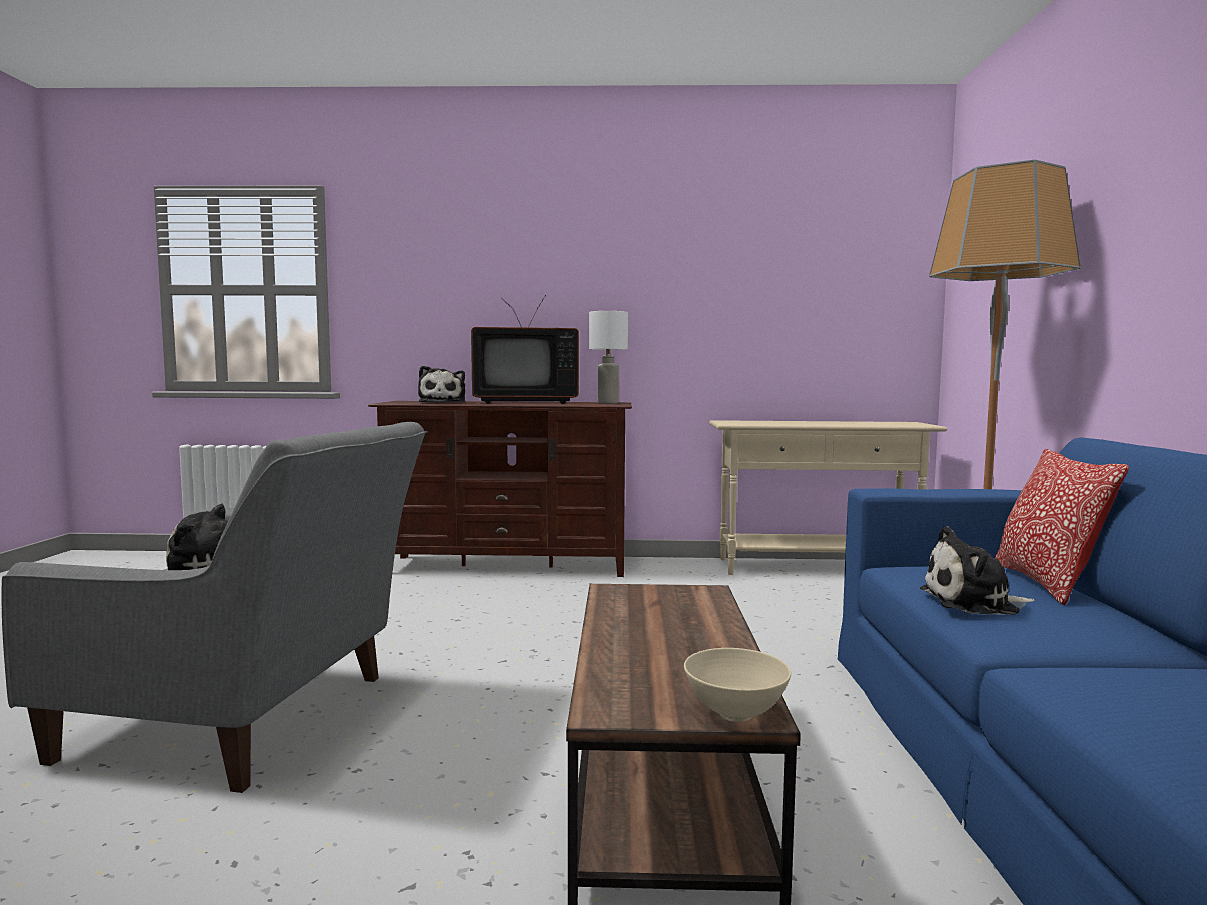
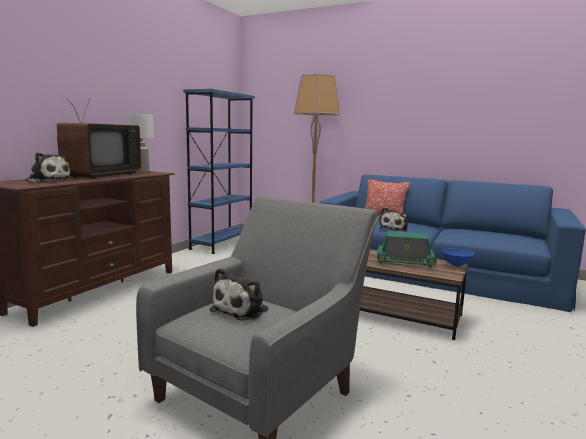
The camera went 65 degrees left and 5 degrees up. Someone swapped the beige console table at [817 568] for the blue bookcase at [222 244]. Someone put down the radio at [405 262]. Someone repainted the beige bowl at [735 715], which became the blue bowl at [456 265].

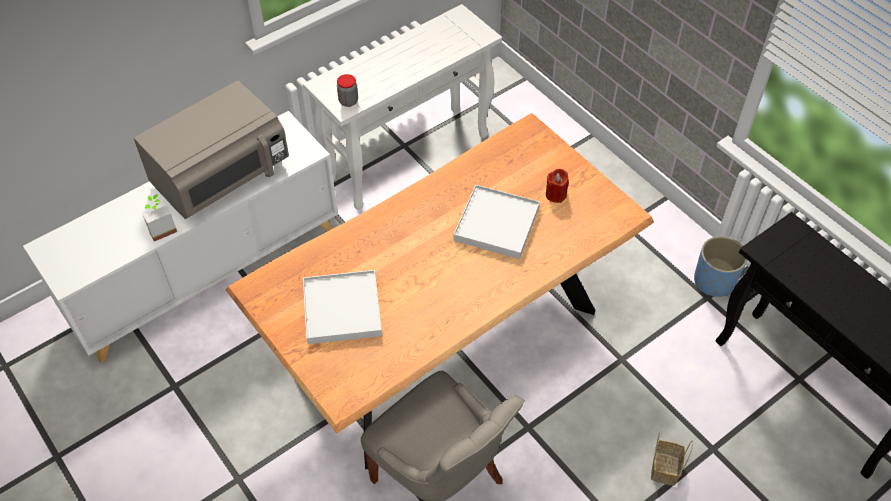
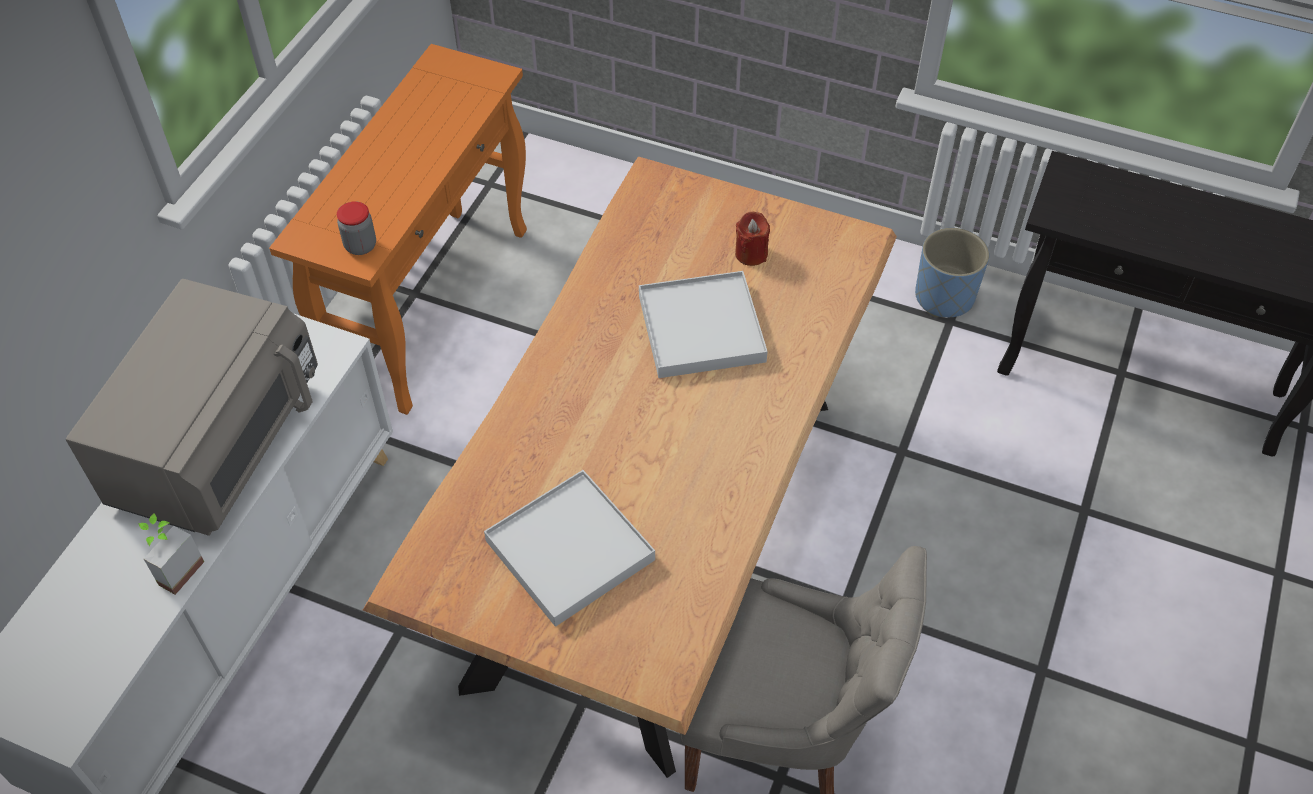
The camera went 30 degrees left and 0 degrees up. Someone repainted the white console table at [409 156], which became the orange console table at [433 305]. Someone took away the basket at [664 467].

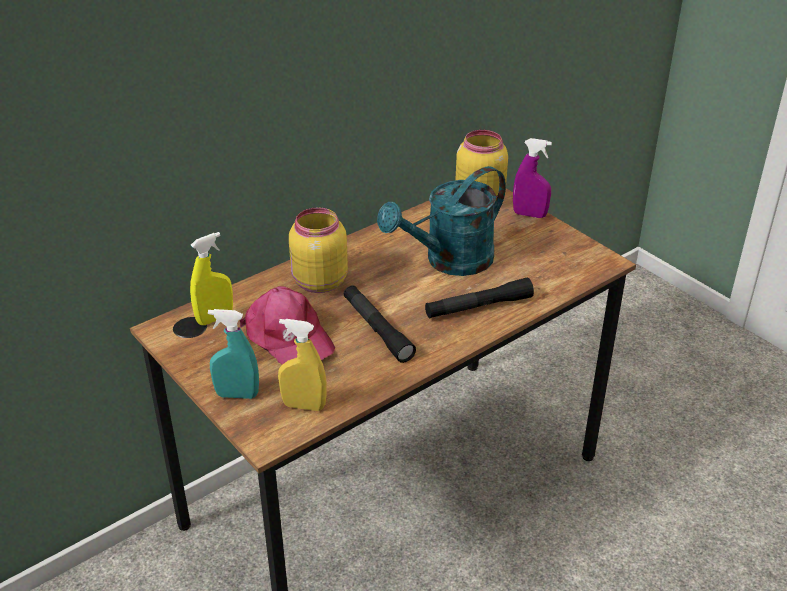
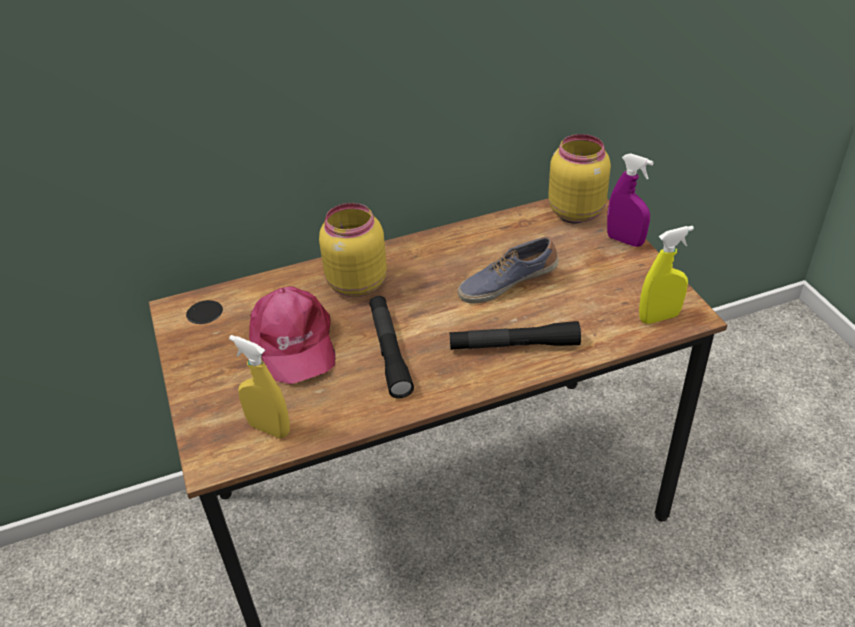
The camera went 20 degrees right and 5 degrees up. Someone swapped the turquoise watering can at [449 262] for the shoe at [507 284]. Someone carried the yellow spray bottle from [215 318] to [659 317]. Someone took away the turquoise spray bottle at [237 395].

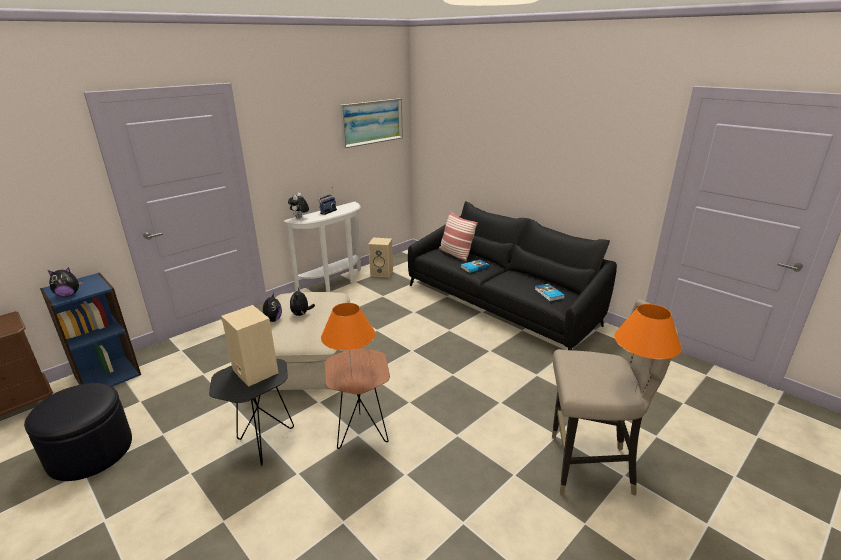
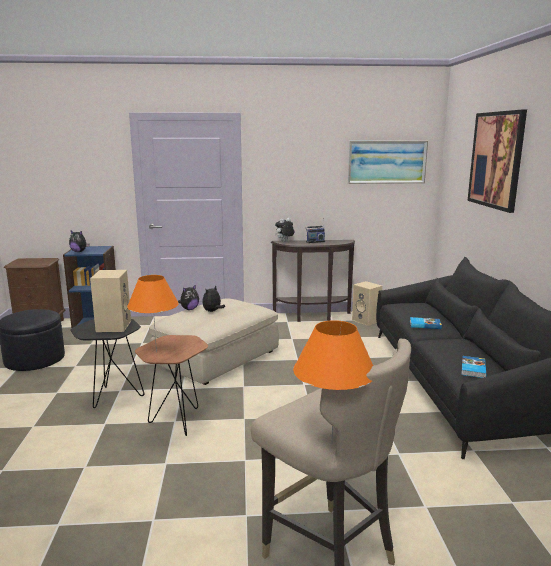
The camera went 40 degrees right and 10 degrees down. Someone repainted the white console table at [335 283], which became the brown console table at [313 317]. Someone put up the picture at [496 160]. Someone took away the pillow at [455 254].

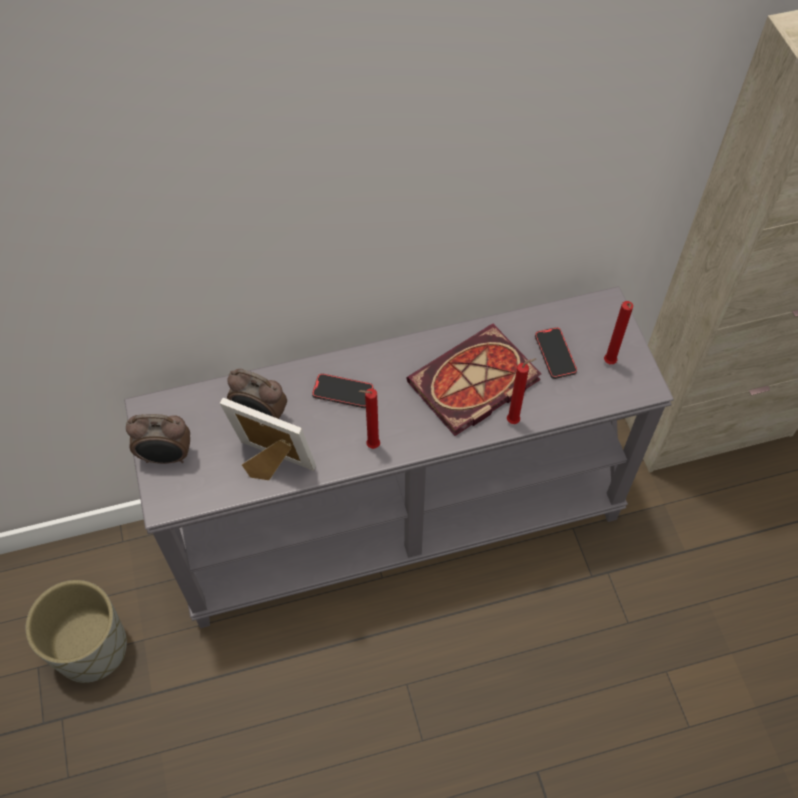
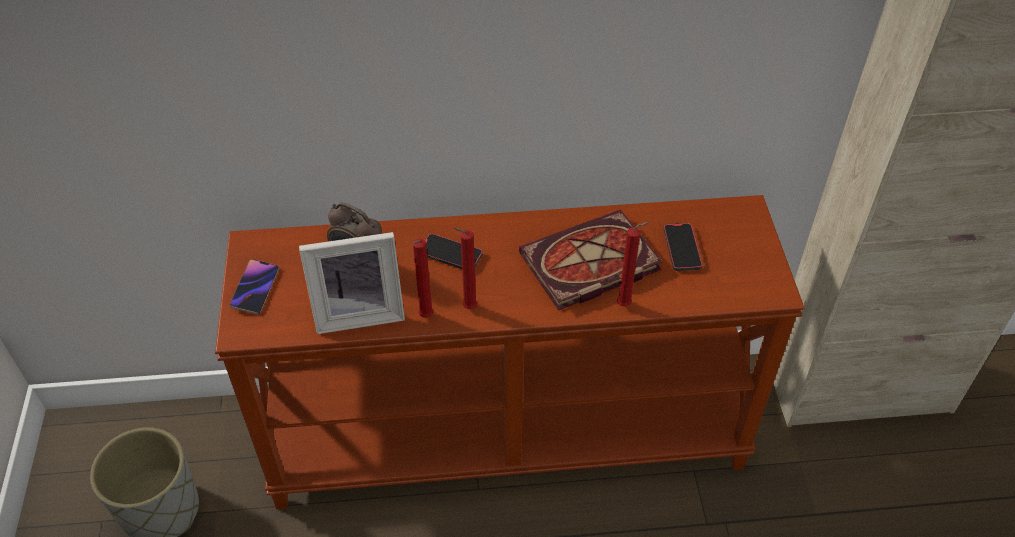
The camera went 10 degrees right and 10 degrees down. Someone repainted the grey console table at [399 518], which became the brown console table at [508 432]. Someone swapped the alarm clock at [166 457] for the phone at [255 289]. Someone rotated the picture frame at [271 466] by 135 degrees clockwise. Someone carried the red candle from [609 363] to [425 317].

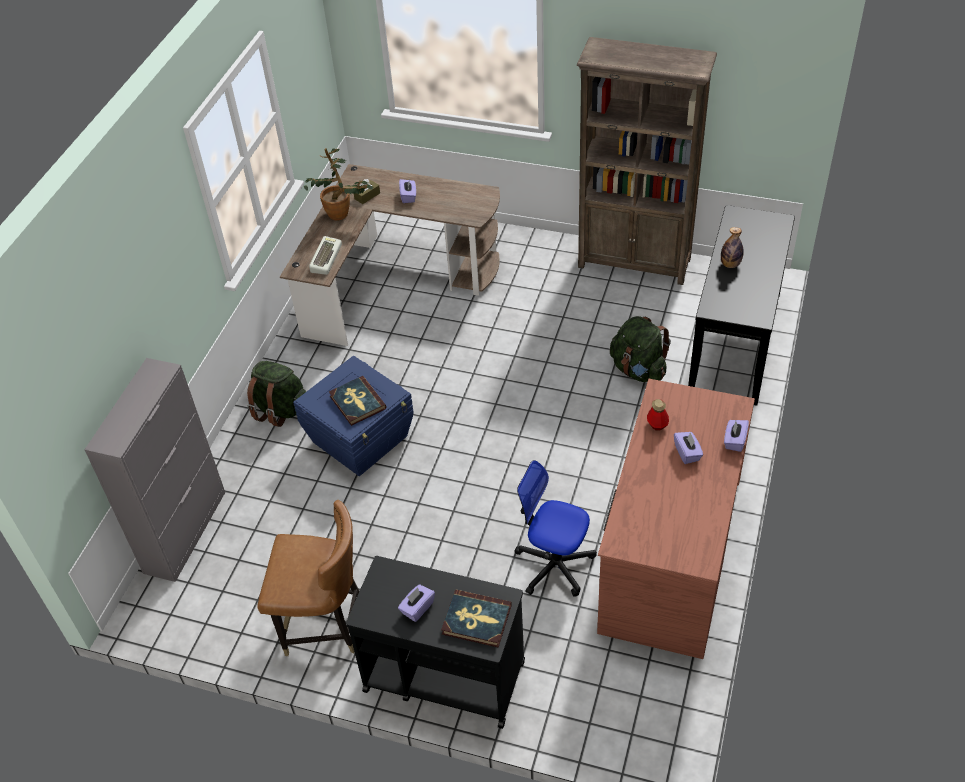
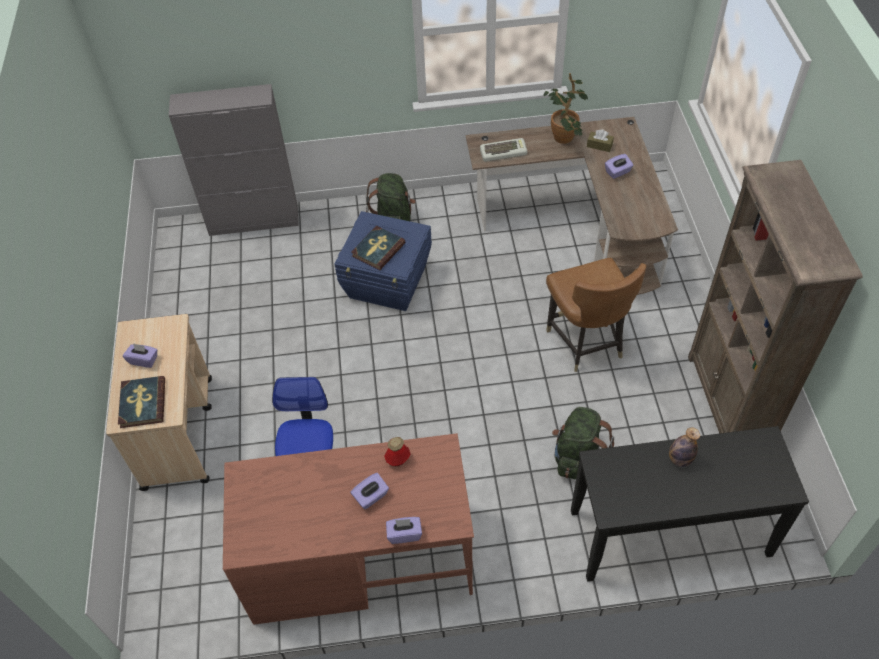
The camera went 65 degrees right and 5 degrees up. Someone repainted the black cart at [443 675], which became the beige cart at [178 431]. Someone carried the brown chair from [325 624] to [586 342].

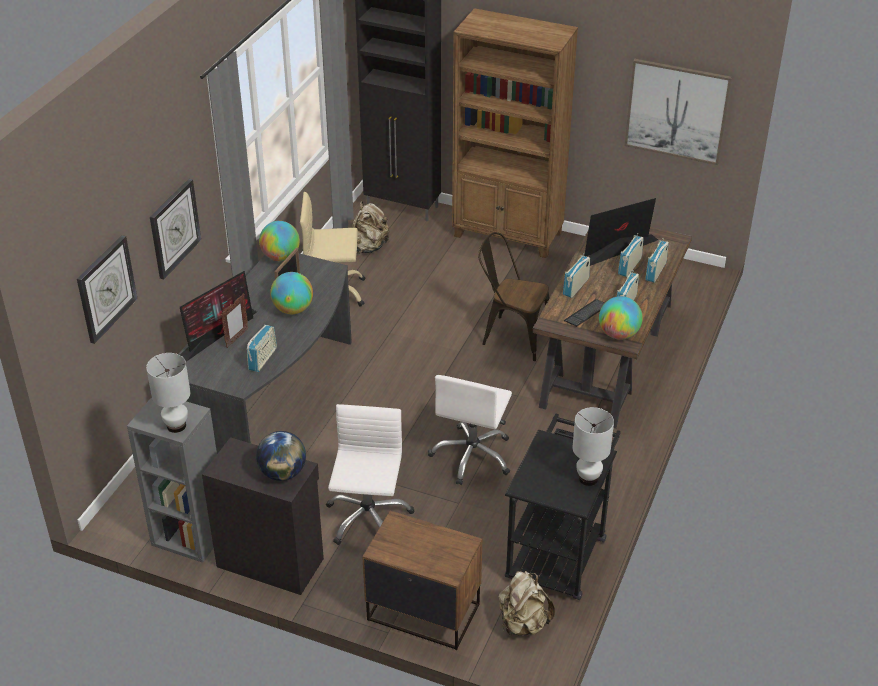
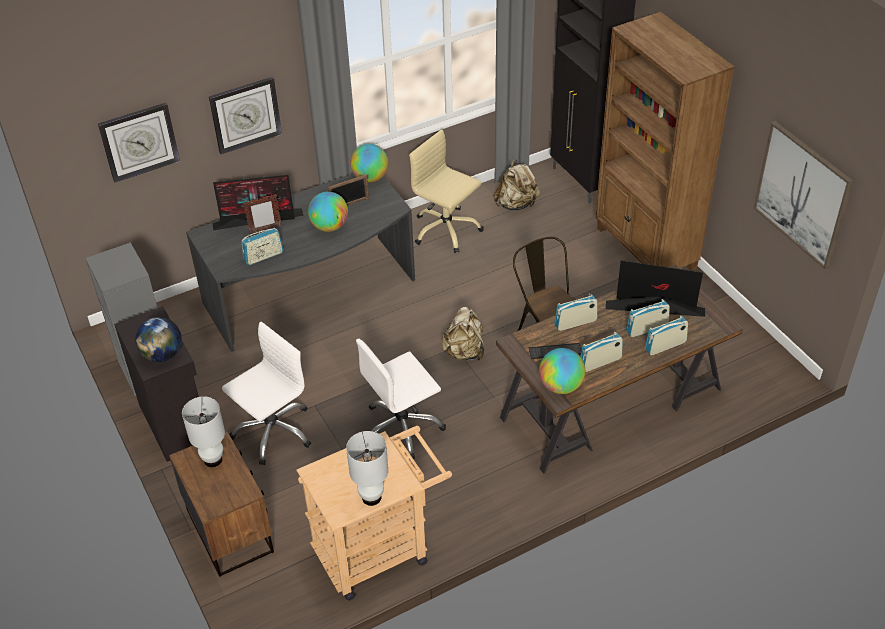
The camera went 40 degrees right and 5 degrees up. Someone carried the white table lamp from [176 426] to [213 460]. Someone repainted the black cart at [559 550], which became the beige cart at [379 549]. Someone carried the beige backpack from [523 623] to [464 352].

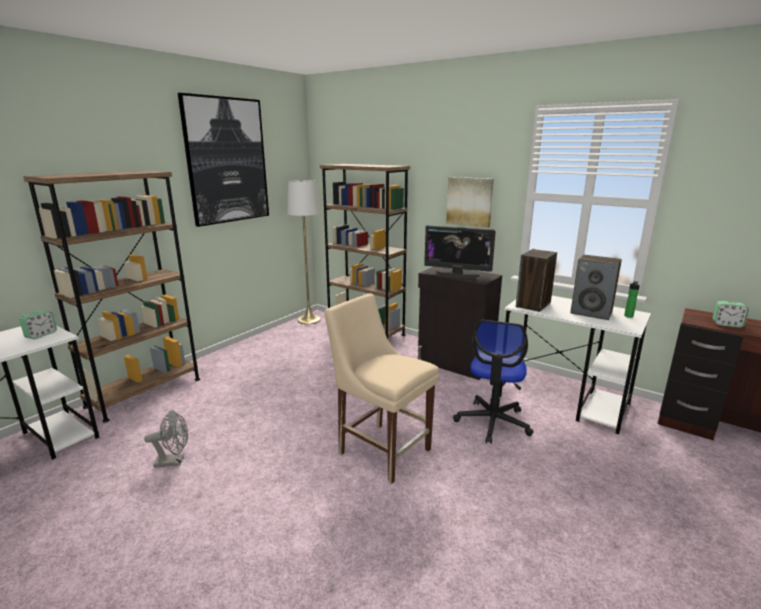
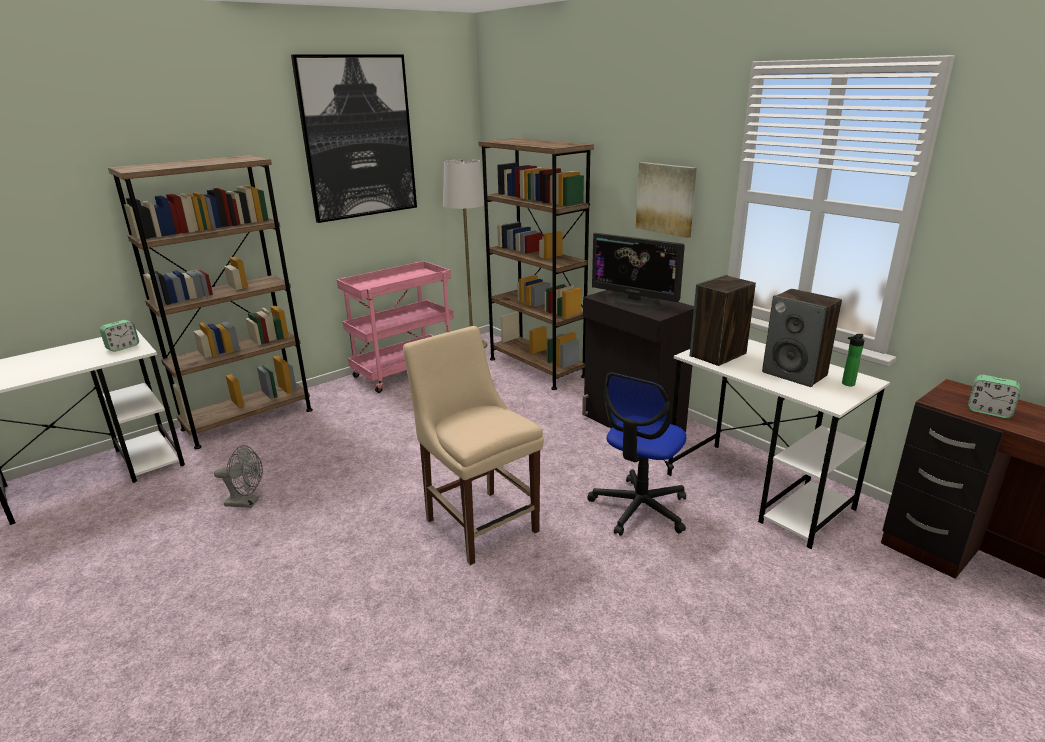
The camera went 15 degrees right and 5 degrees up. Someone put down the pink cart at [404 371].

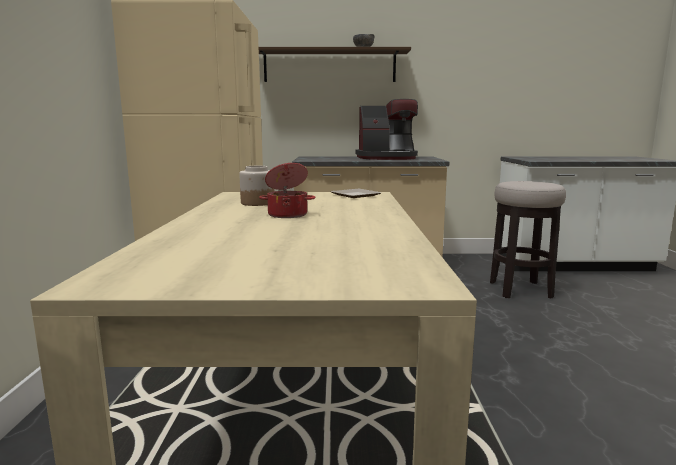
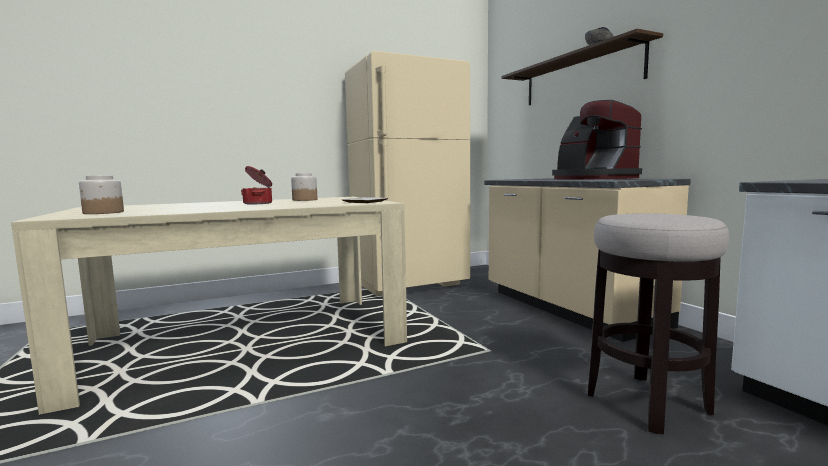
The camera went 65 degrees right and 5 degrees down. Someone put down the jar at [103 212].

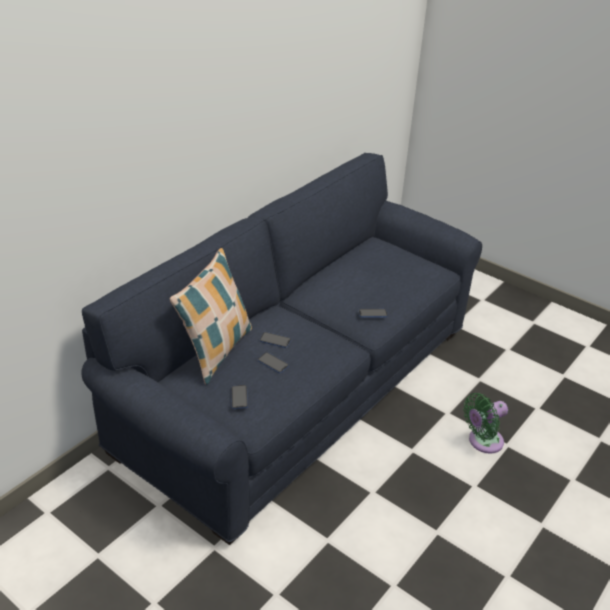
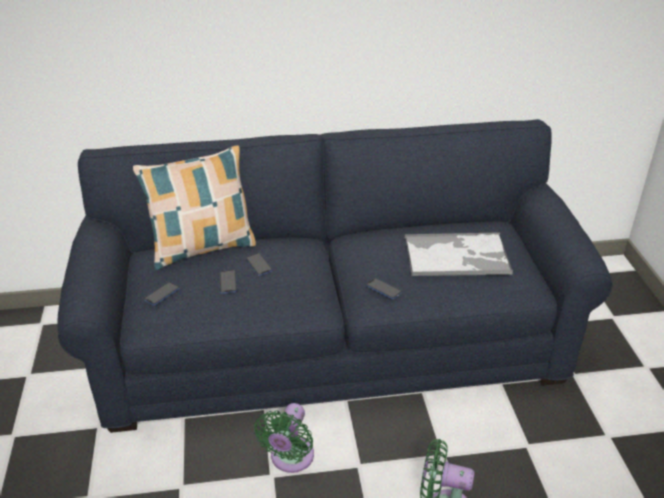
The camera went 45 degrees right and 0 degrees up. Someone put down the green fan at [290 459]. Someone put down the tray at [457 256].

